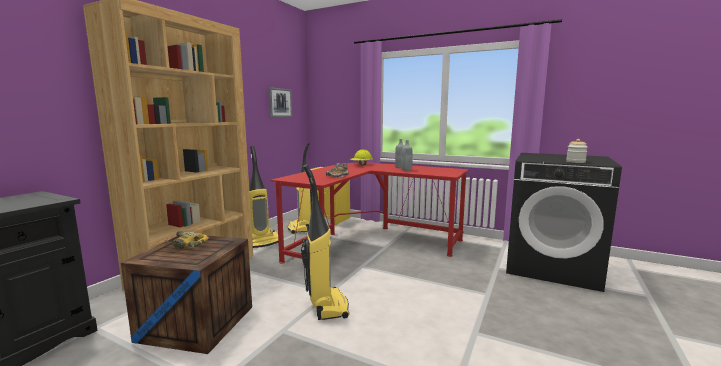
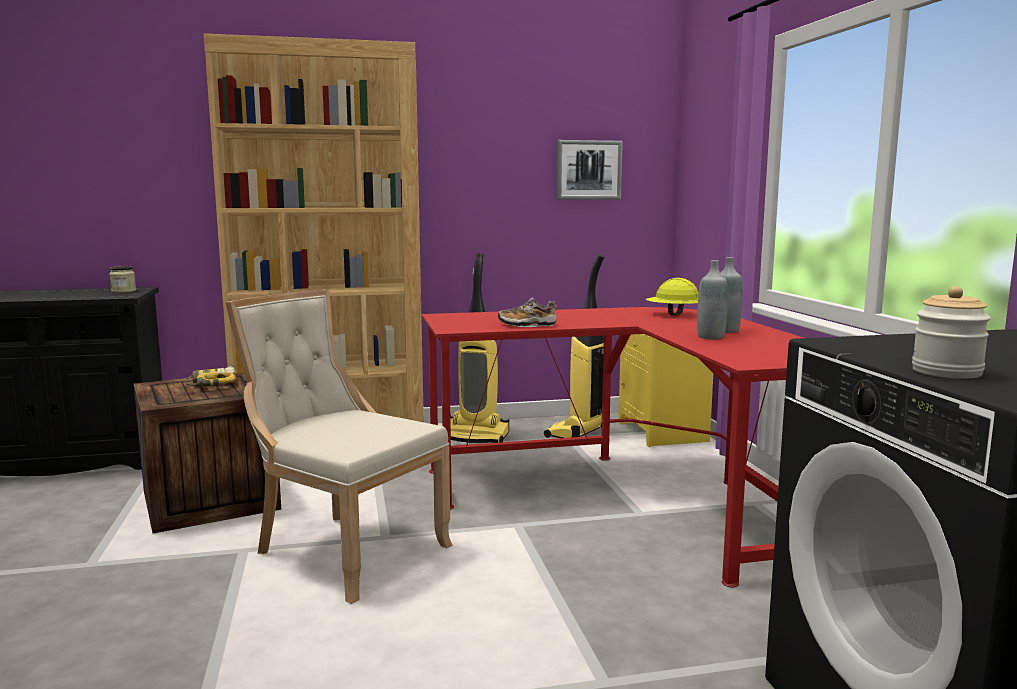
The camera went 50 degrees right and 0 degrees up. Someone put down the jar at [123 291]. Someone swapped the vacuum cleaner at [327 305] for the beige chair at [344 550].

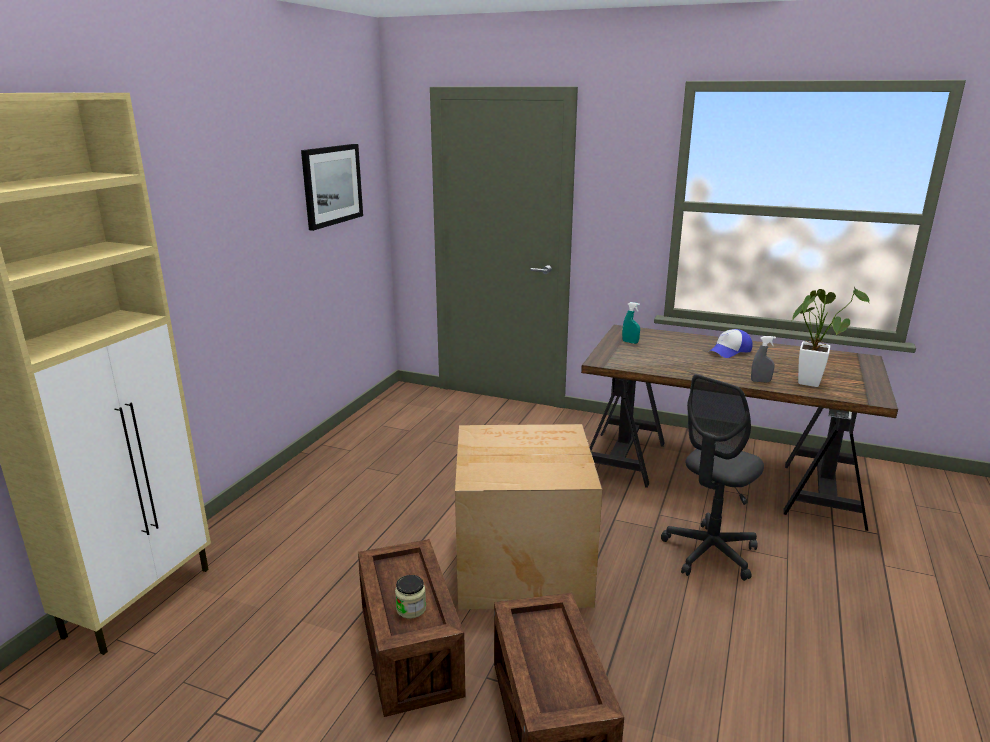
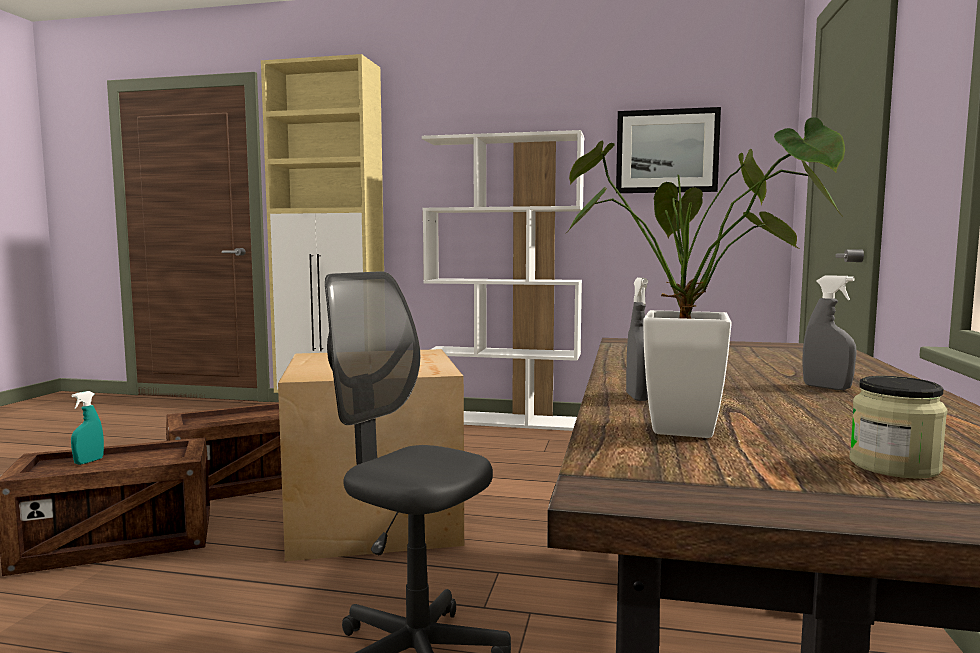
The camera went 80 degrees right and 15 degrees down. Someone carried the turquoise spray bottle from [630 342] to [89 461]. Someone put down the white bookcase at [504 421]. Someone swapped the cap at [729 351] for the grey spray bottle at [826 387]. Someone carried the jar from [411 608] to [894 466].

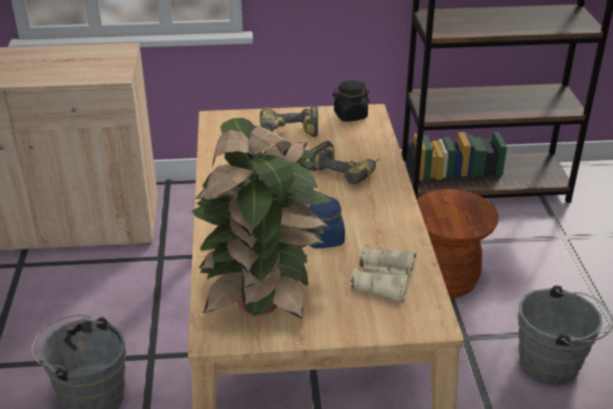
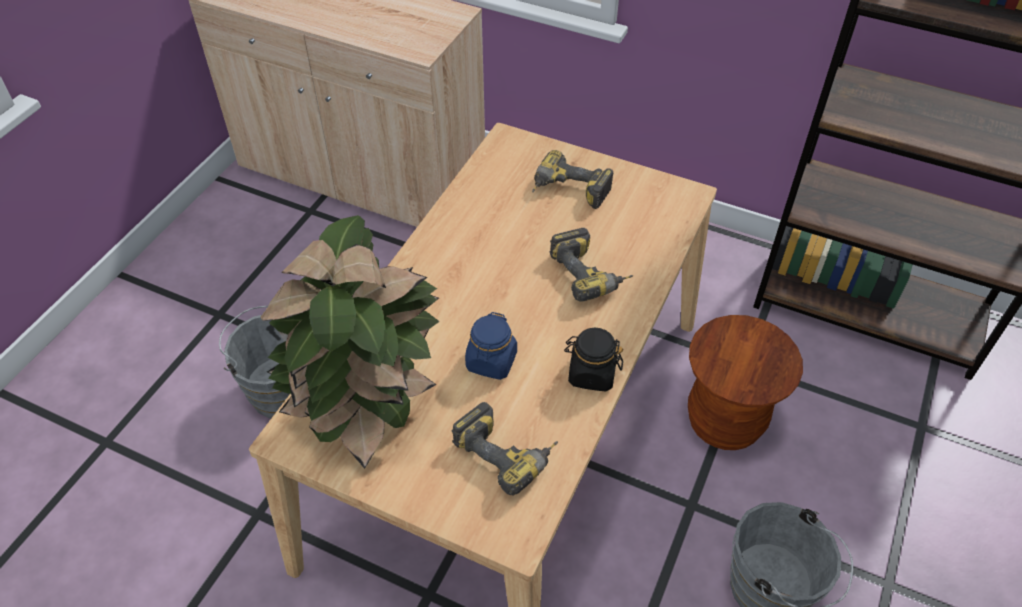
The camera went 30 degrees right and 15 degrees up. Someone swapped the beige binoculars at [383 282] for the power drill at [507 452]. Someone carried the black jar from [350 115] to [591 374].

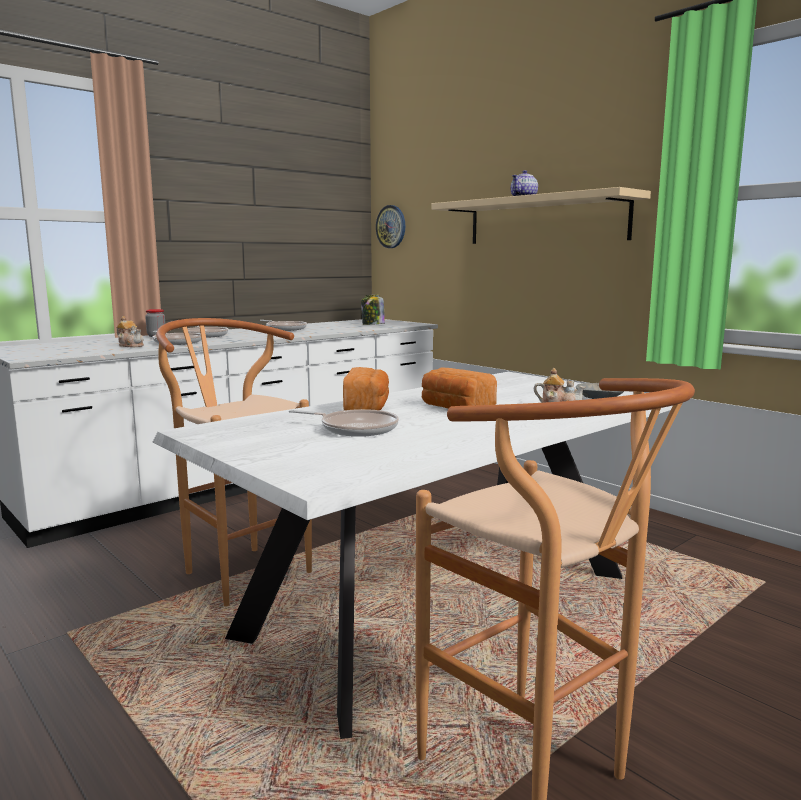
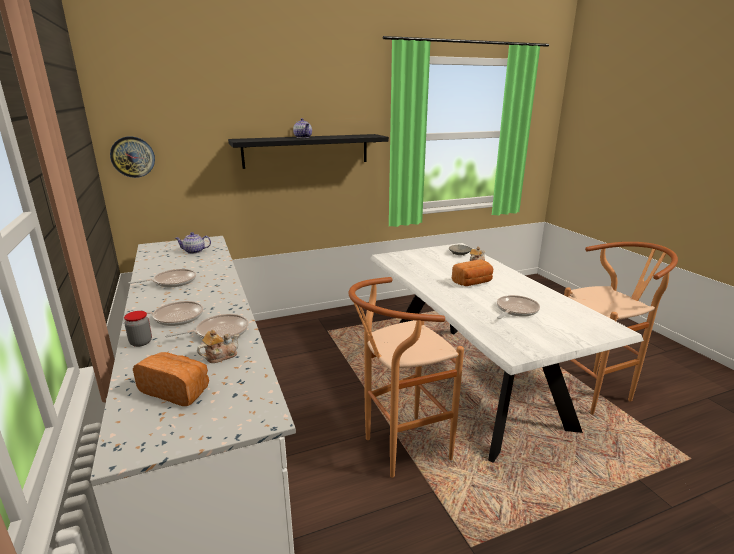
The camera went 70 degrees left and 10 degrees up. Someone carried the bread from [367 408] to [177 390]. Someone swapped the jar at [373 325] for the teapot at [194 251]. Someone repainted the beige shelf at [545 220], which became the black shelf at [306 150].

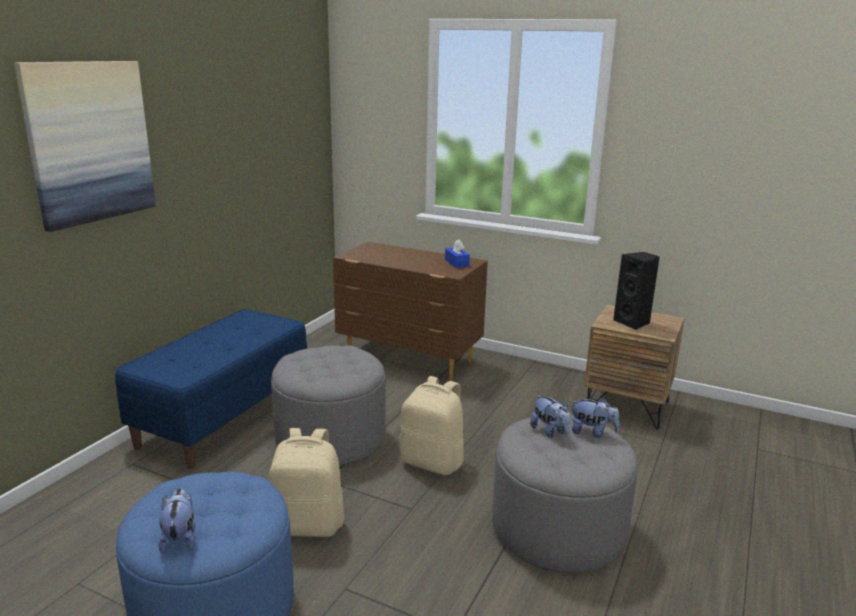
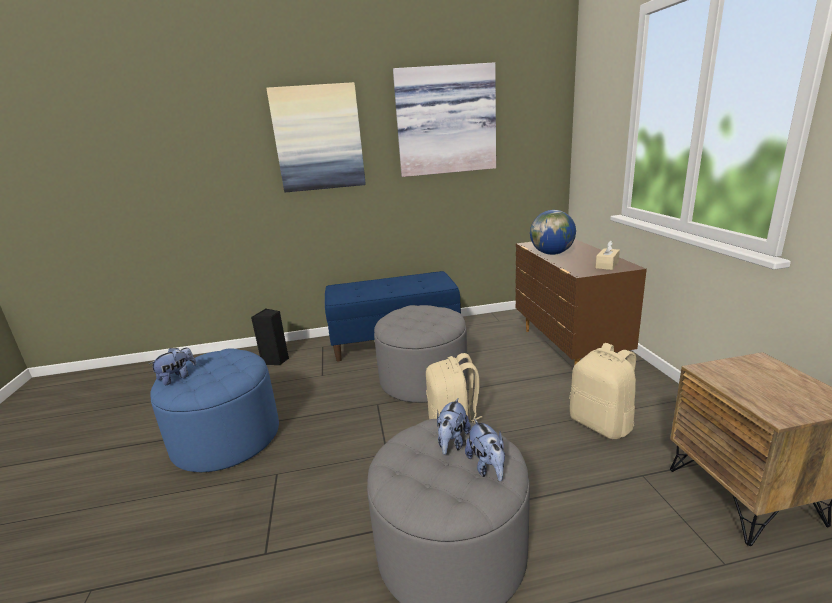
The camera went 55 degrees right and 0 degrees up. Someone carried the black speaker from [633 323] to [276 361]. Someone put up the picture at [445 121]. Someone put down the globe at [552 253]. Someone carried the beige backpack from [308 524] to [602 424]. Someone repainted the blue tissue box at [456 263], which became the beige tissue box at [607 265].

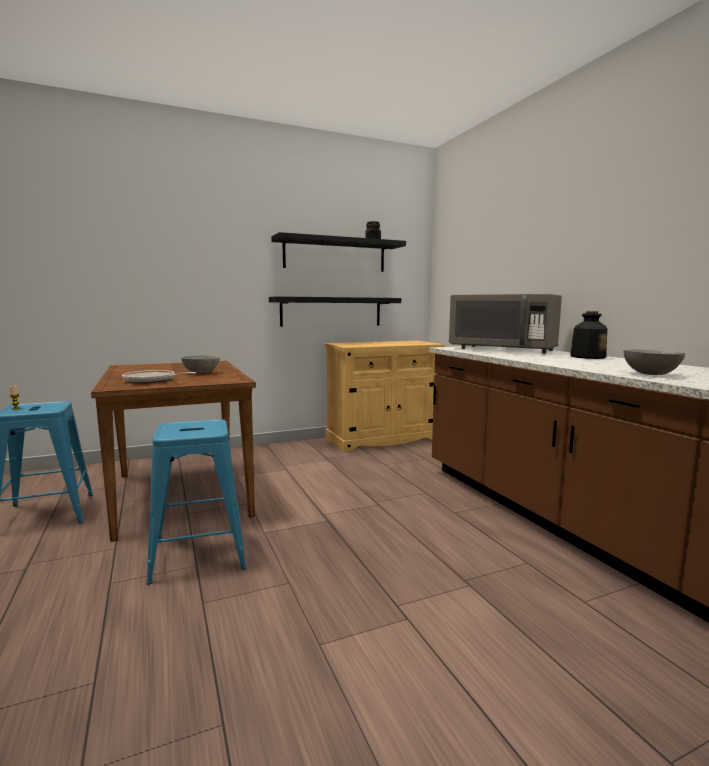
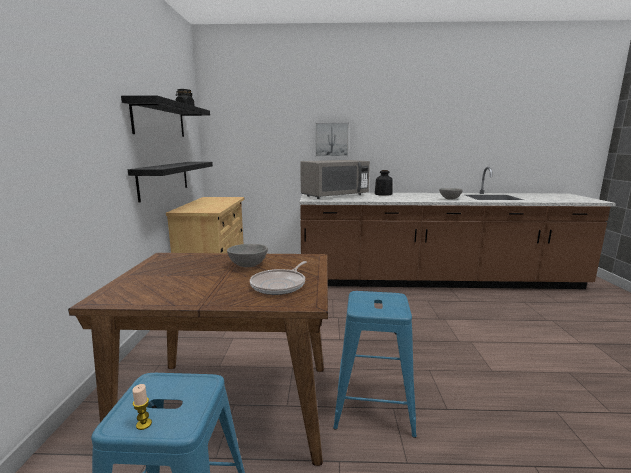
The camera went 65 degrees left and 5 degrees up. Someone put up the picture at [331 139].

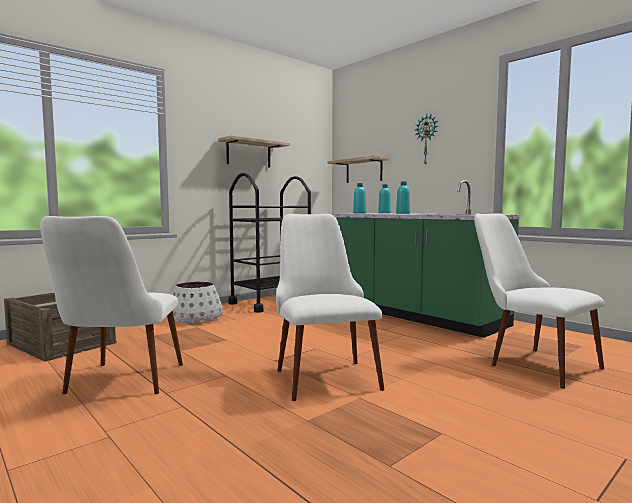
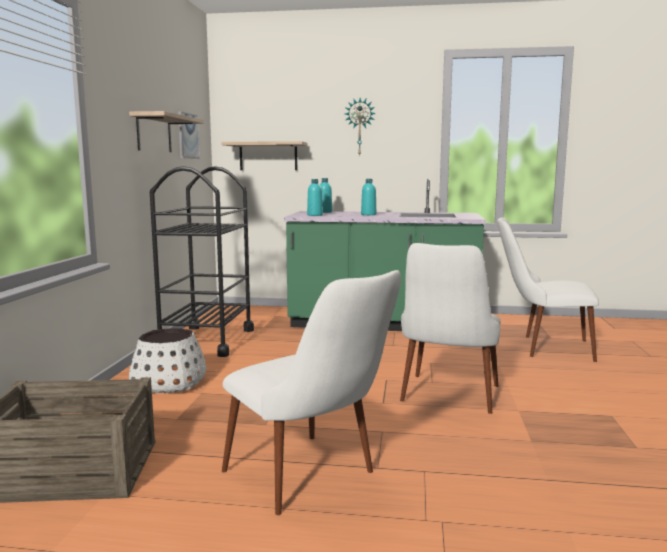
The camera went 40 degrees left and 5 degrees up. Someone put up the picture at [187 136]. Someone rotated the white chair at [322 372] by 105 degrees counterclockwise.

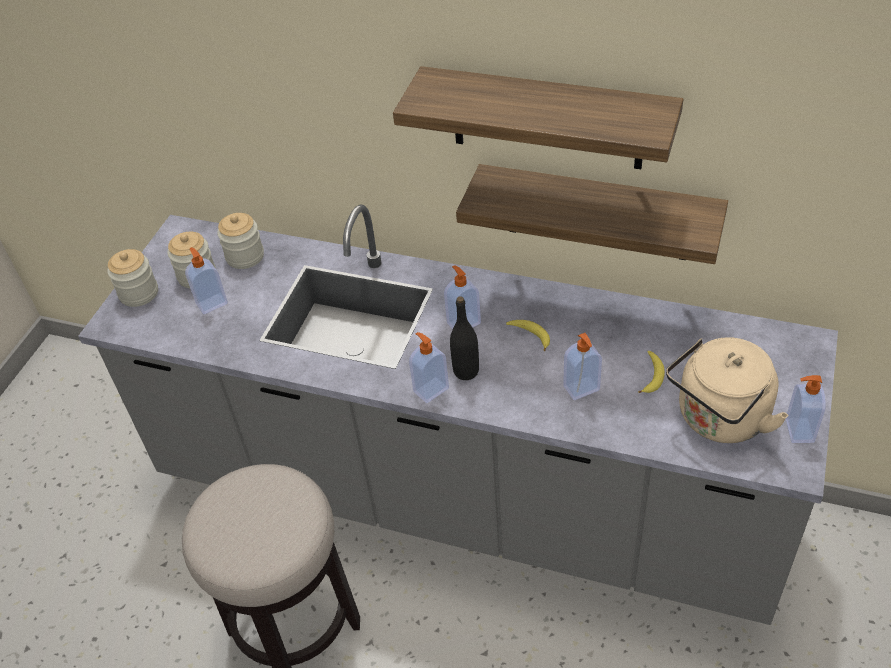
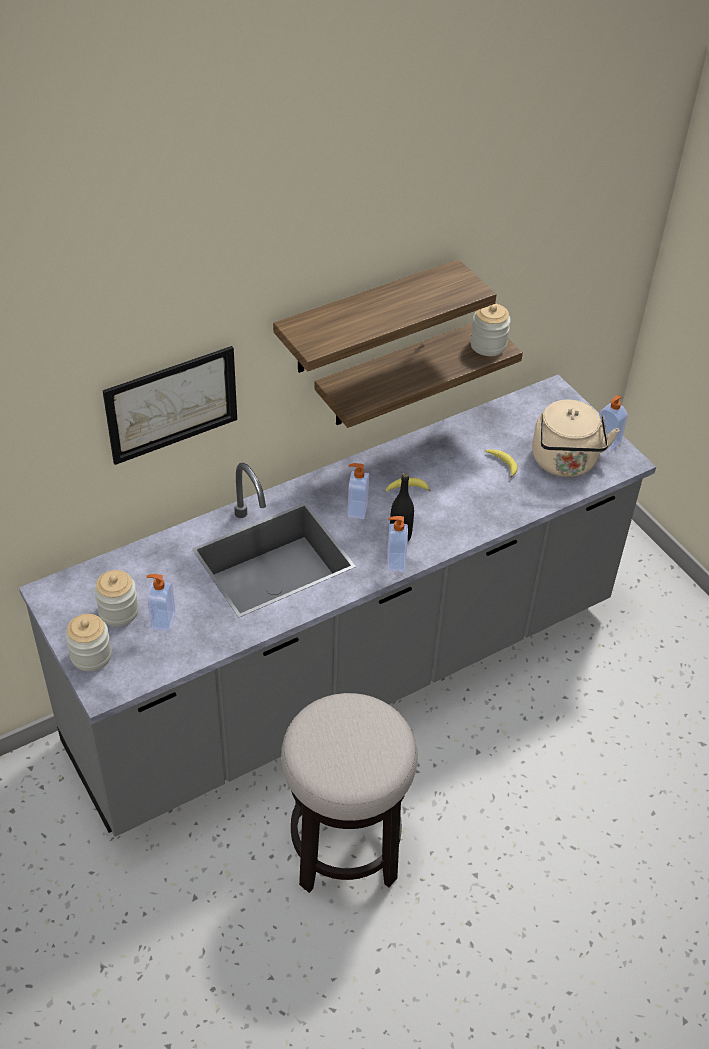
The camera went 55 degrees left and 0 degrees up. Someone put up the picture at [172 404]. Someone carried the jar from [245 256] to [488 345]. Someone took away the soap dispenser at [582 389].

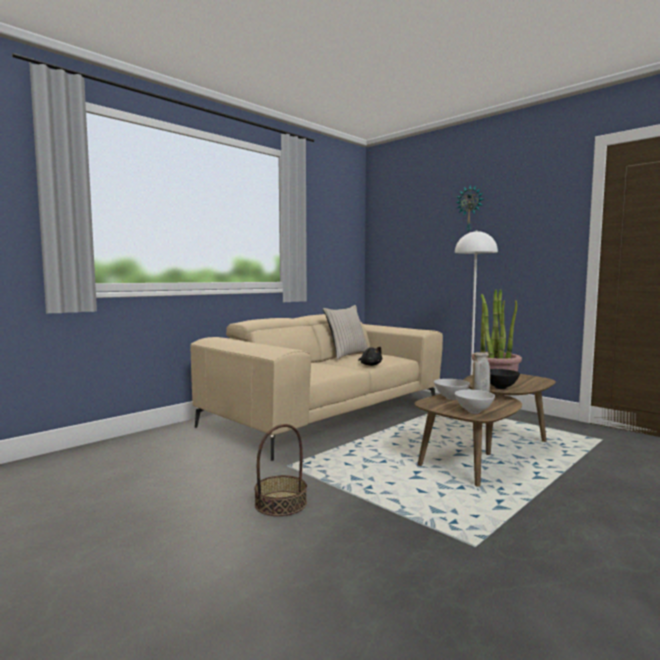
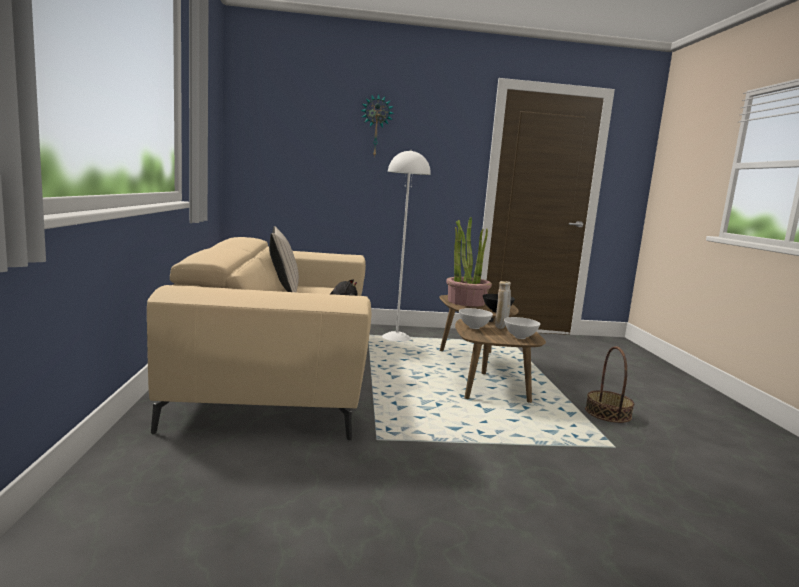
The camera went 50 degrees left and 5 degrees up. Someone carried the basket from [281 503] to [608 413].

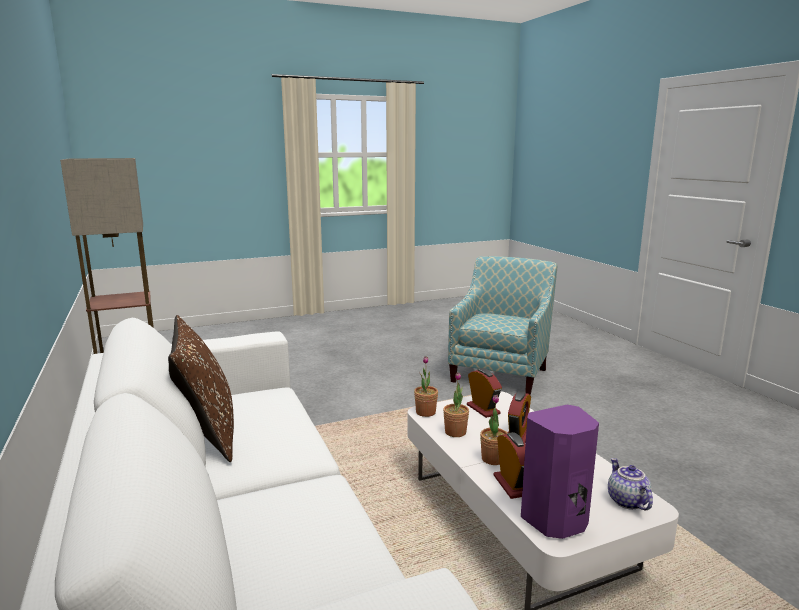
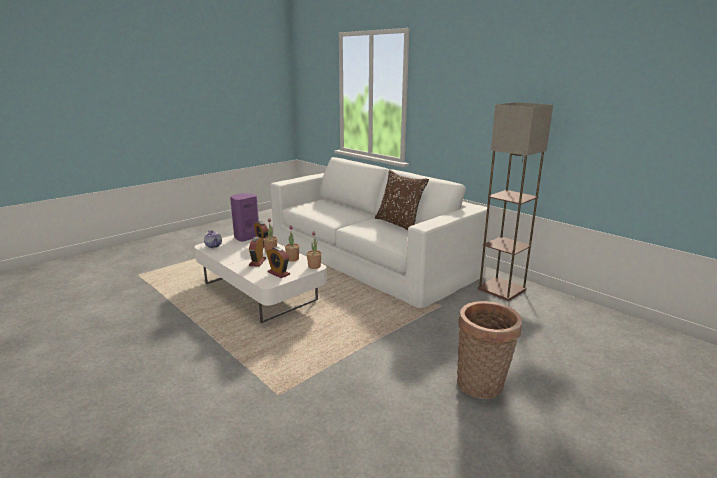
The camera went 160 degrees right and 5 degrees up. Someone put down the basket at [482 386]. Someone took away the armchair at [501 372].

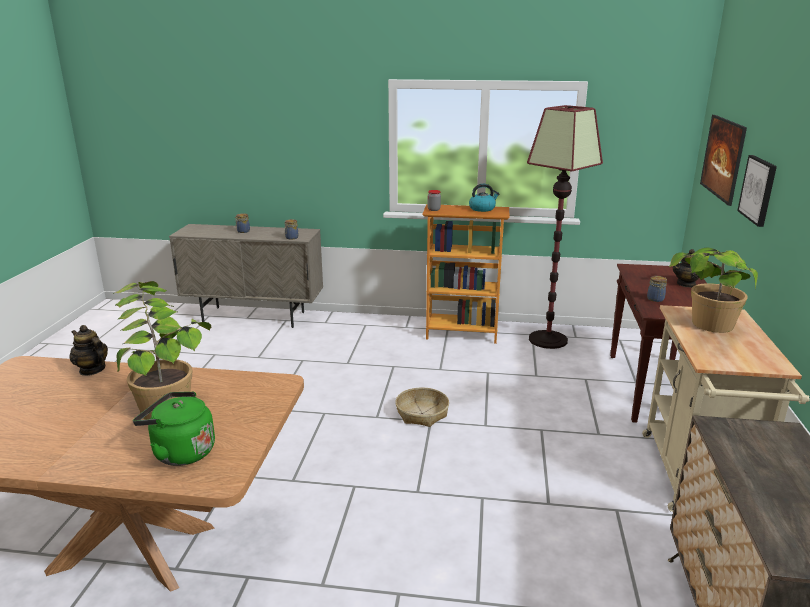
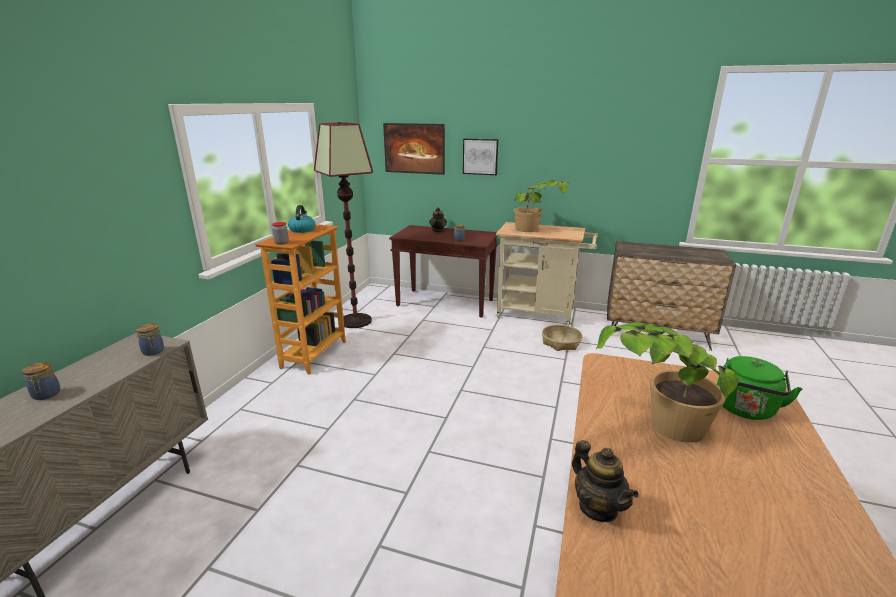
The camera went 80 degrees left and 0 degrees up. Someone carried the basket from [422 413] to [560 343]. Someone rotated the teapot at [92 370] by 75 degrees counterclockwise.

